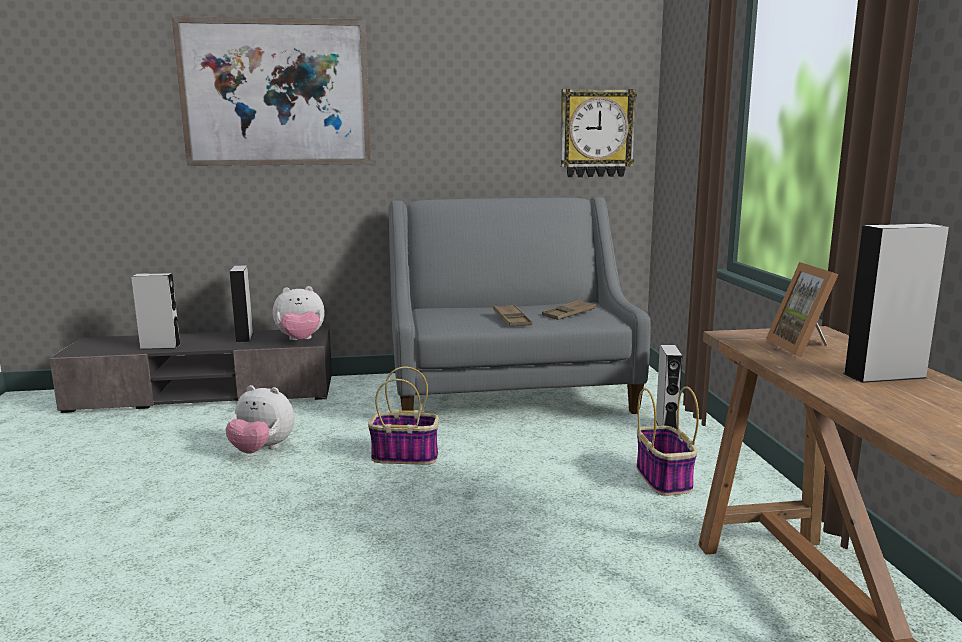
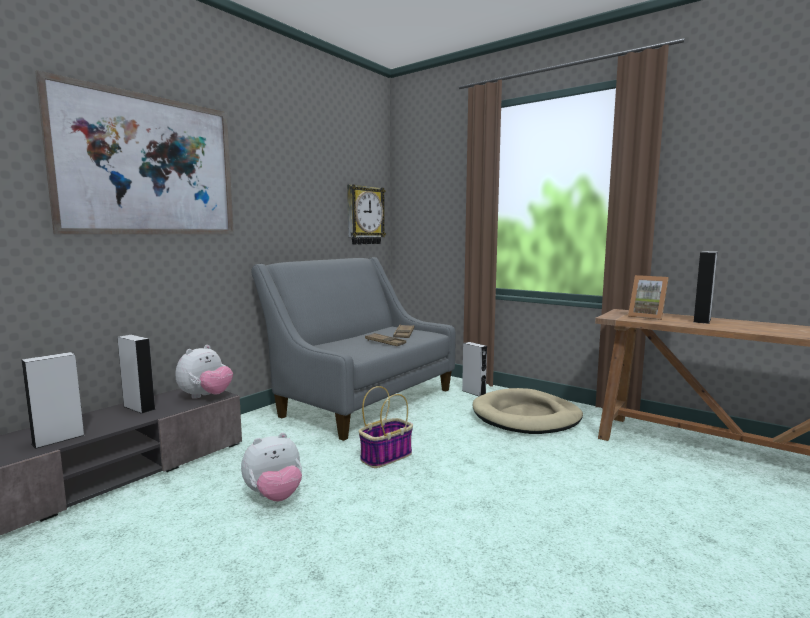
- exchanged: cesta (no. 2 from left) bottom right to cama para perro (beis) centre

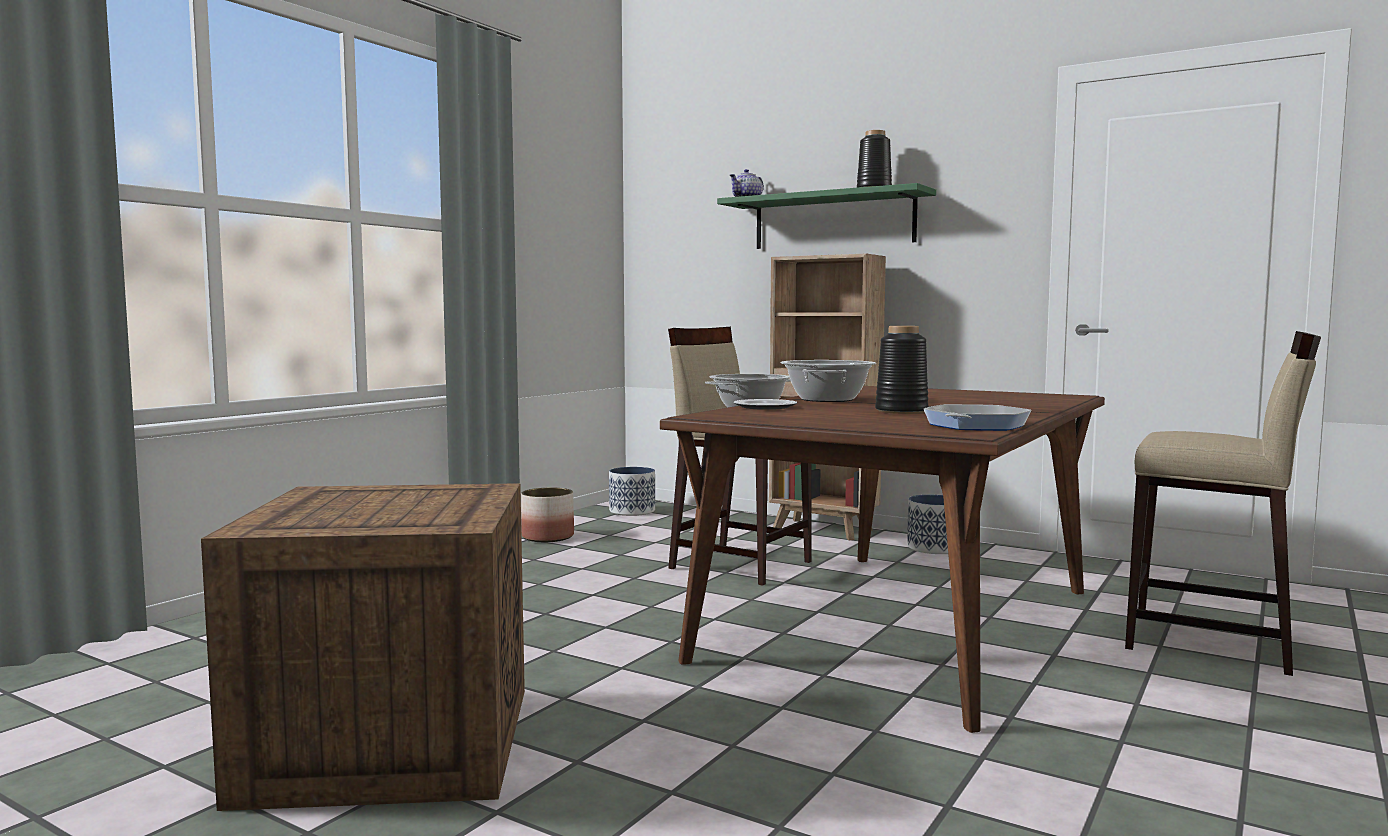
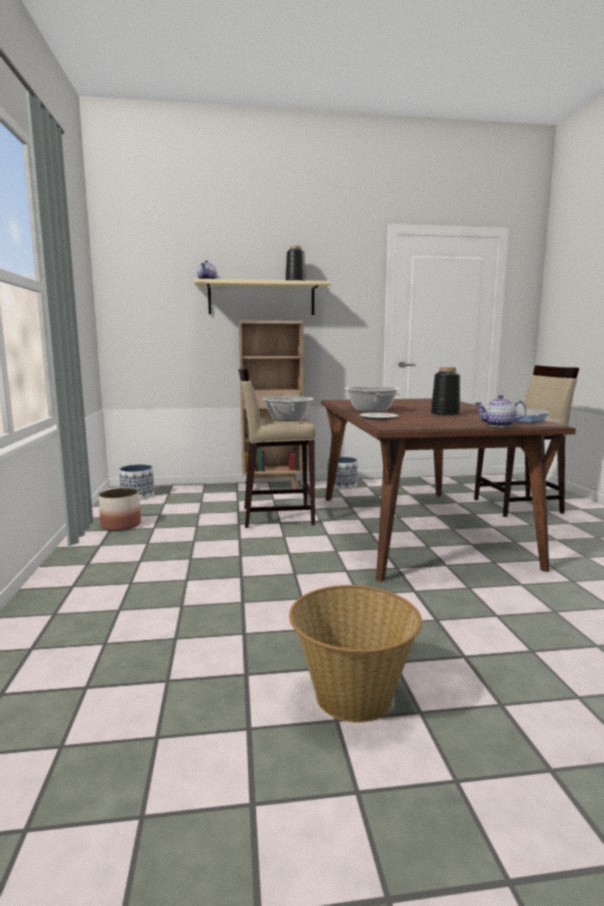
- colour: estante (verde) top centre to estante (beis) top centre
- exchanged: caja de embalaje bottom left to cesta bottom centre
- appeared: tetera (no. 2 from left) middle right

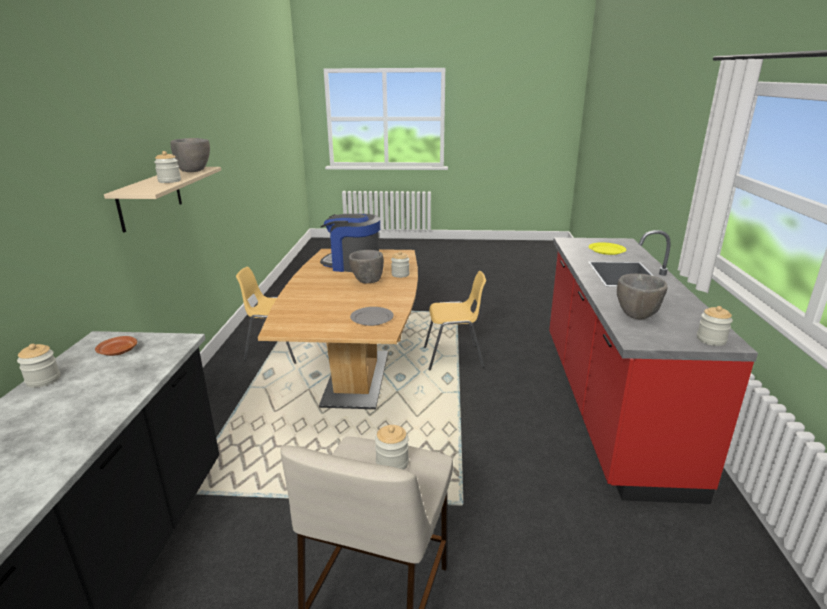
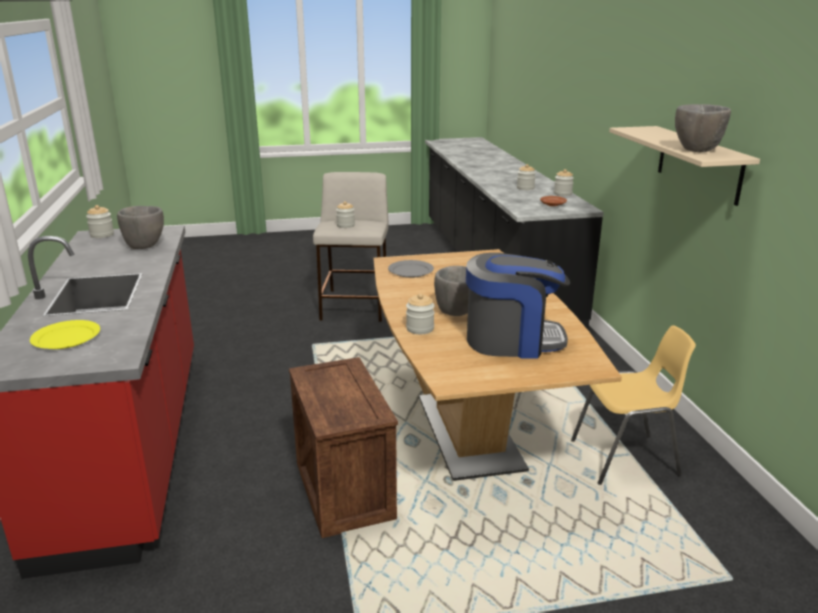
- exchanged: silla (amarillo) (no. 2 from left) centre to caja de embalaje bottom centre
- relocated: tarro (no. 2 from left in the first image) top left to tarro (no. 4 from left) top centre

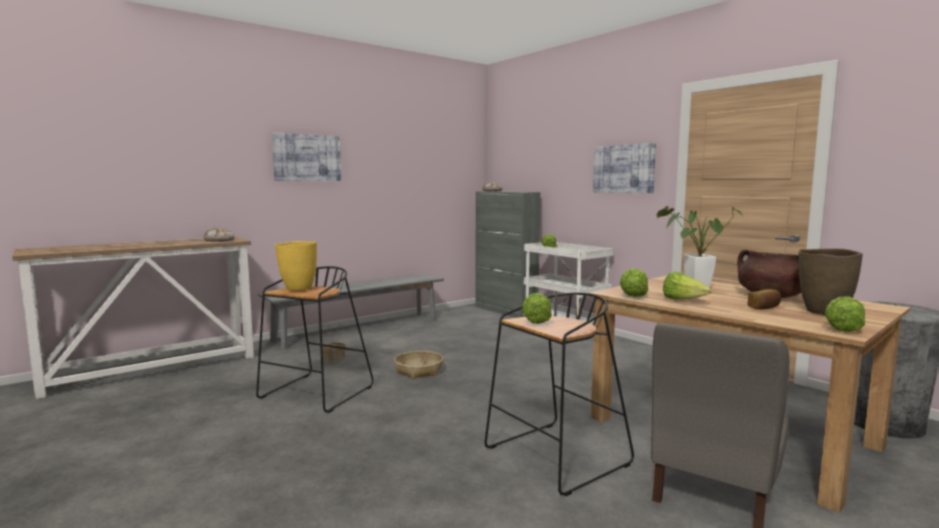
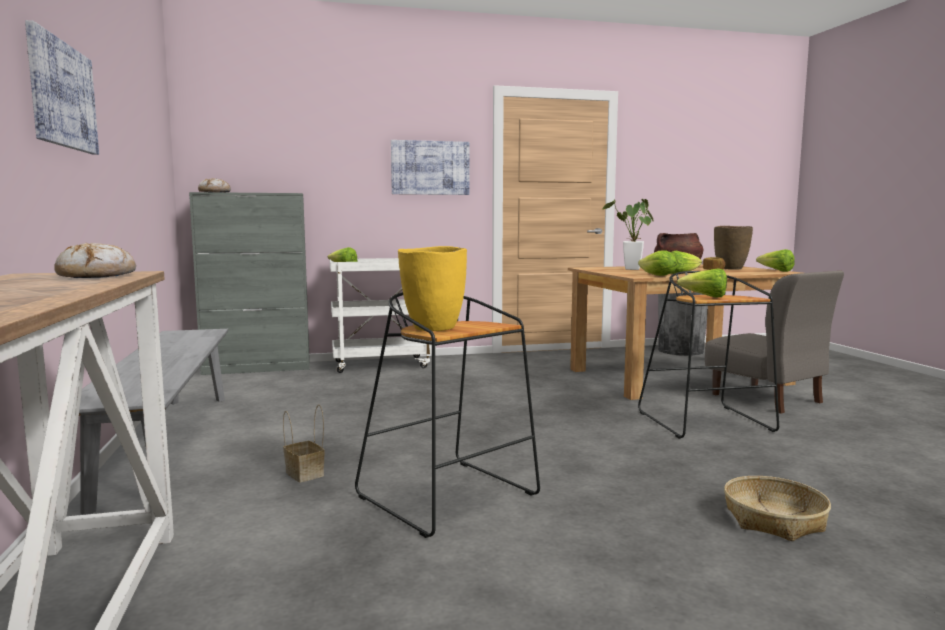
- relocated: cesta (no. 2 from left) bottom centre to bottom right

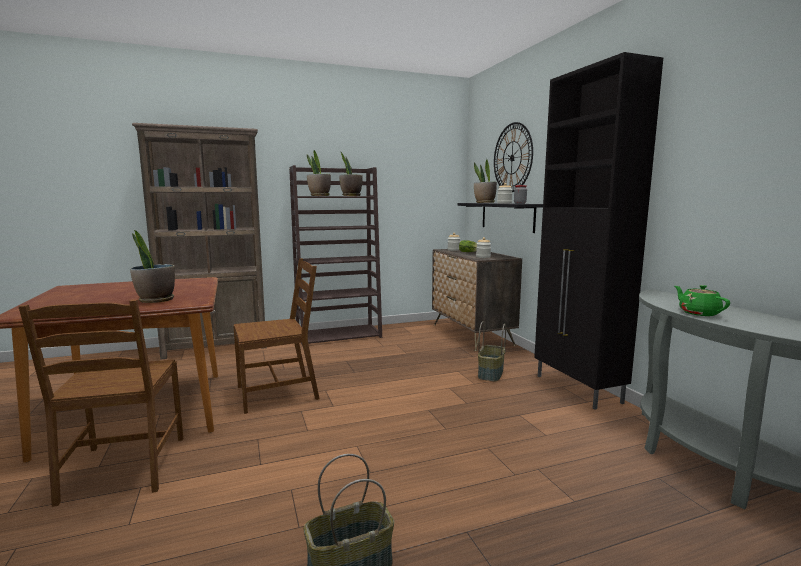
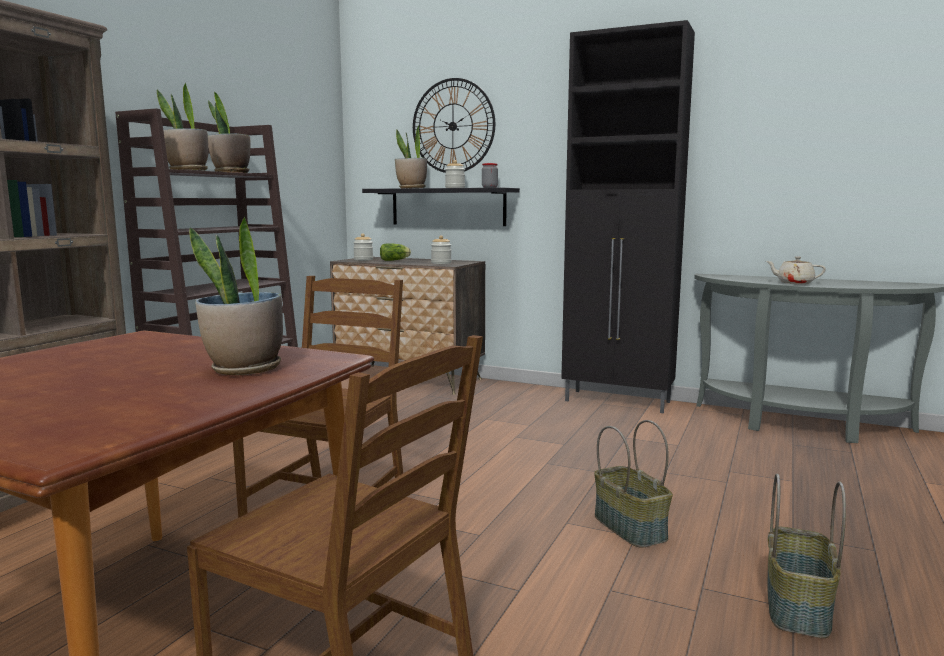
- relocated: cesta (no. 2 from left in the first image) centre to cesta (no. 1 from left) bottom right
- colour: tetera (verde) middle right to tetera (beis) middle right

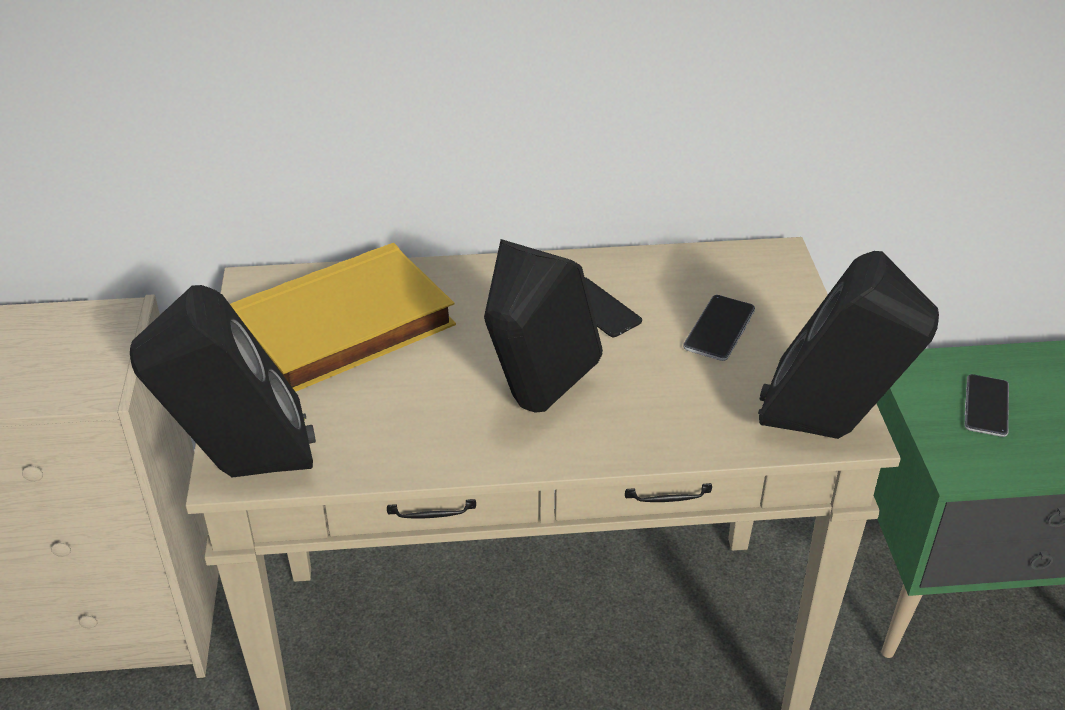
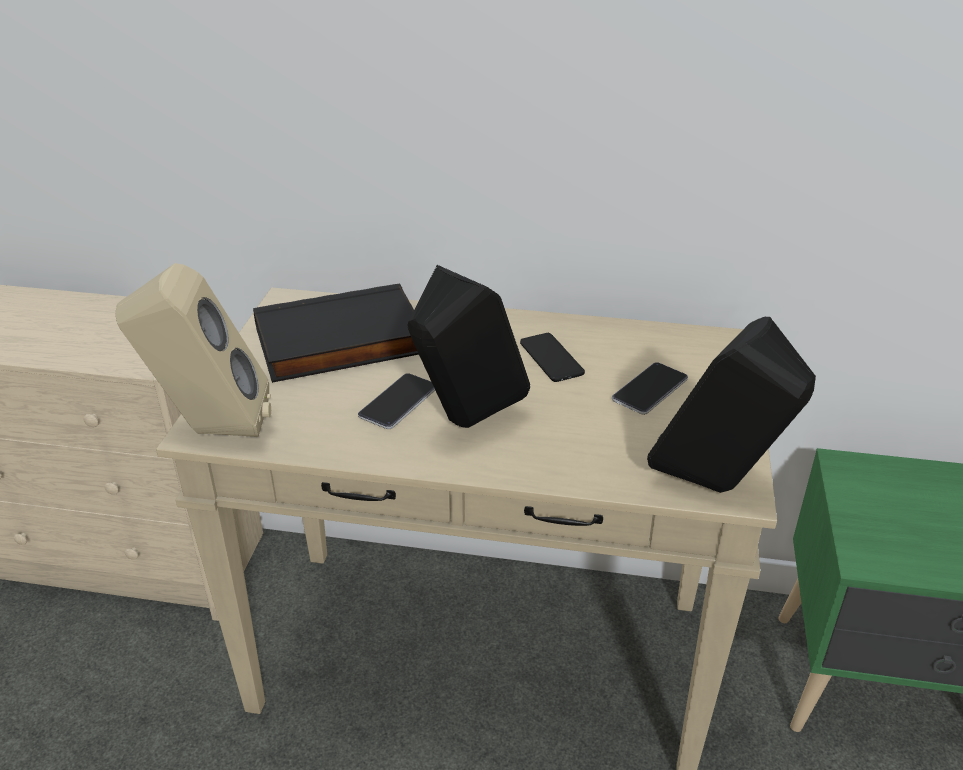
- colour: altavoz (negro) (no. 1 from left) middle left to altavoz (beis) middle left
- colour: libro (amarillo) middle left to libro (negro) centre
- relocated: móvil (no. 3 from left in the first image) middle right to móvil (no. 1 from left) centre

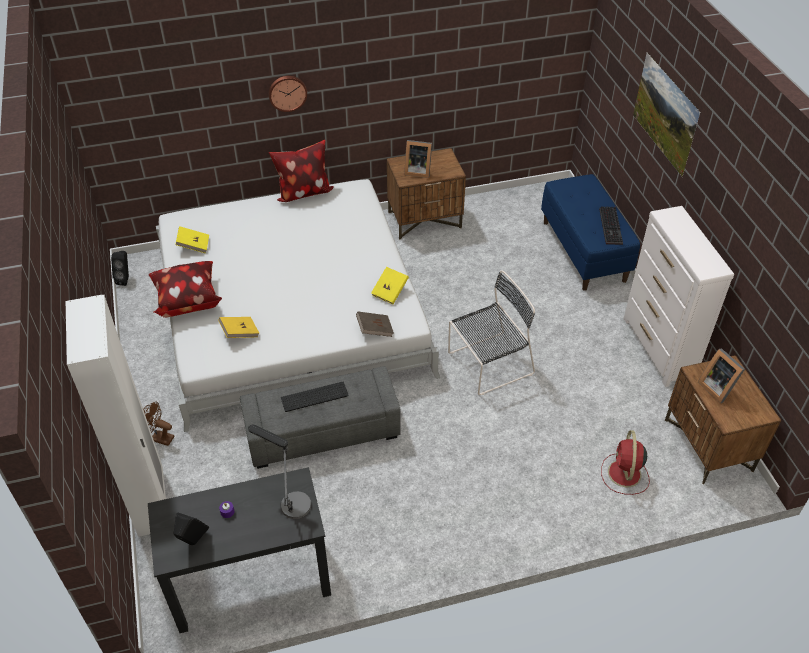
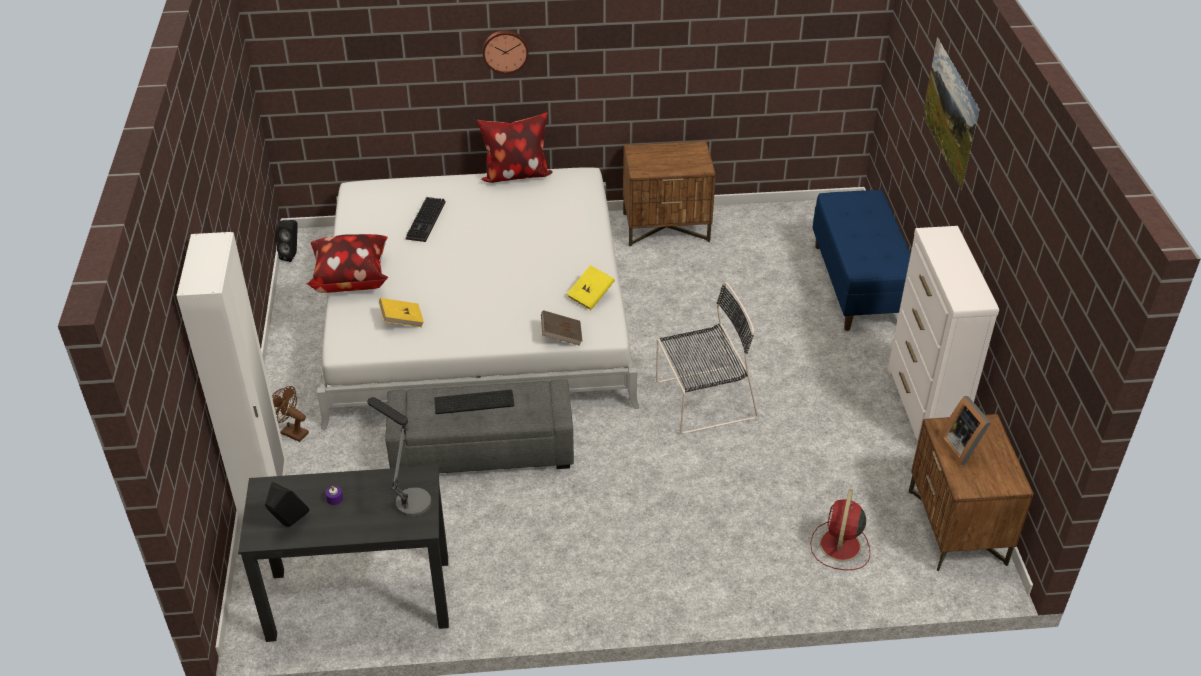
- relocated: teclado (no. 2 from left in the first image) middle right to teclado (no. 1 from left) top centre
- missing: libro (amarillo) (no. 1 from left) middle left
- missing: portarretratos (no. 1 from left) top centre

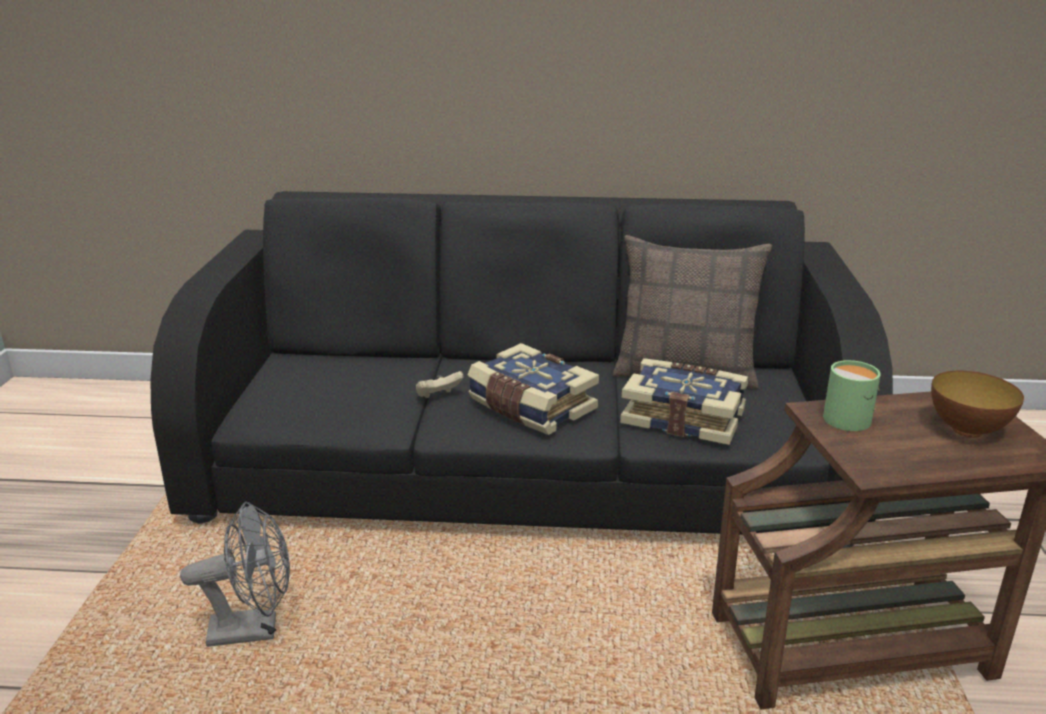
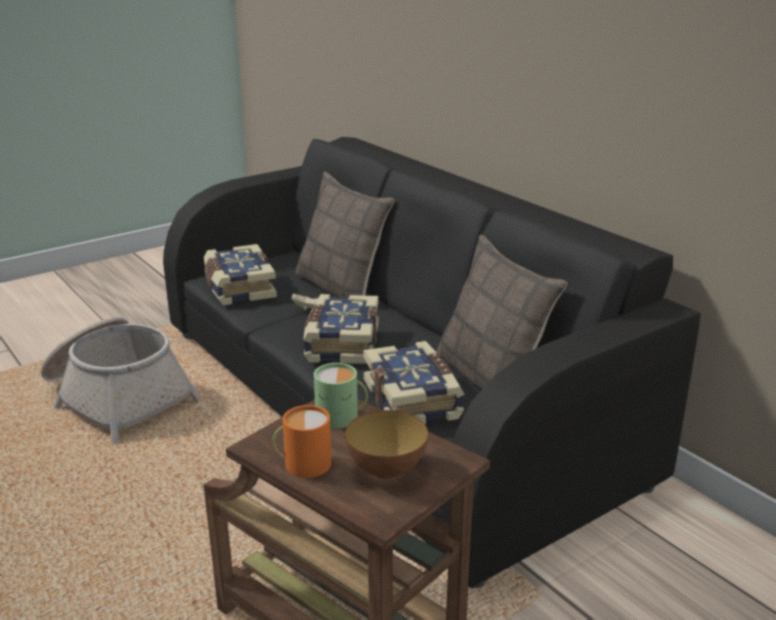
- exchanged: ventilador (gris) bottom left to cesta middle left
- appeared: libro (no. 1 from left) middle left
- appeared: taza grande (naranja) bottom centre
- appeared: cojín (no. 1 from left) centre

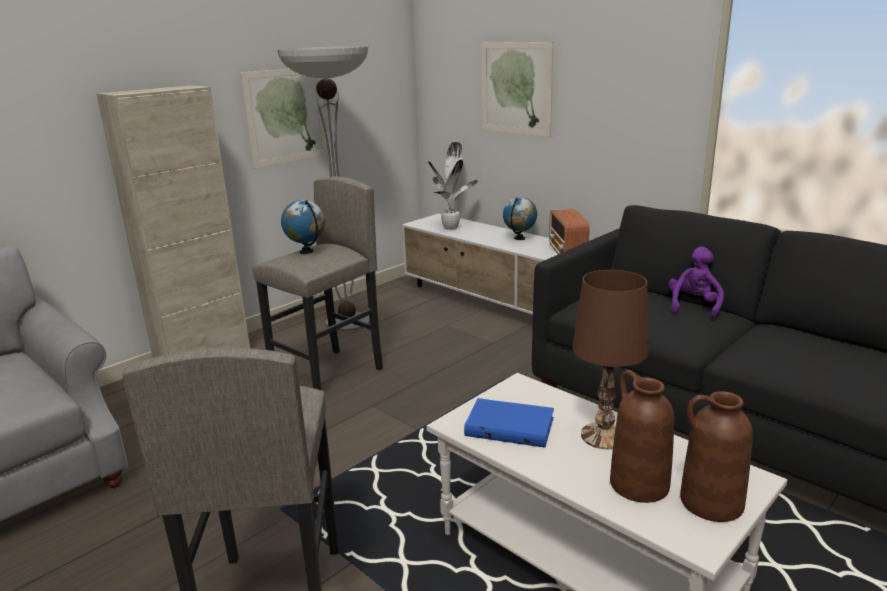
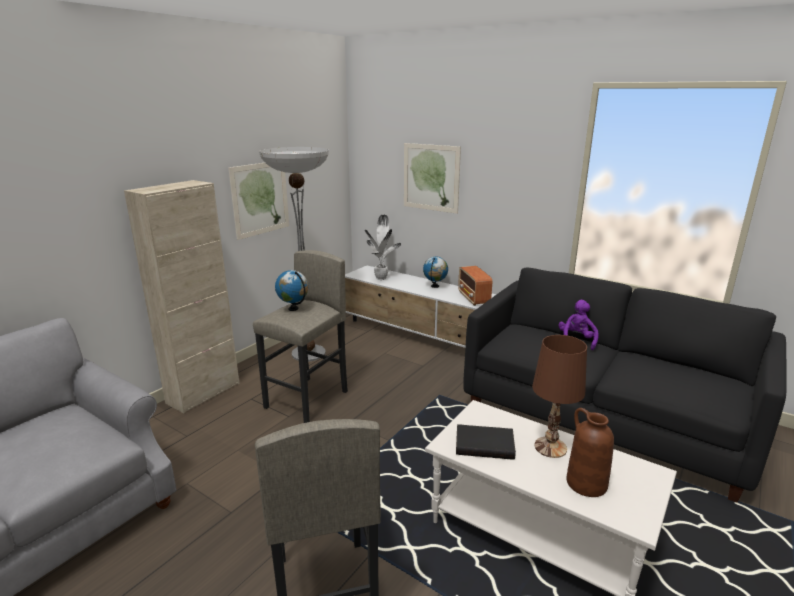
- colour: libro (azul) bottom centre to libro (negro) bottom centre
- missing: florero (marrón) (no. 2 from left) bottom right

